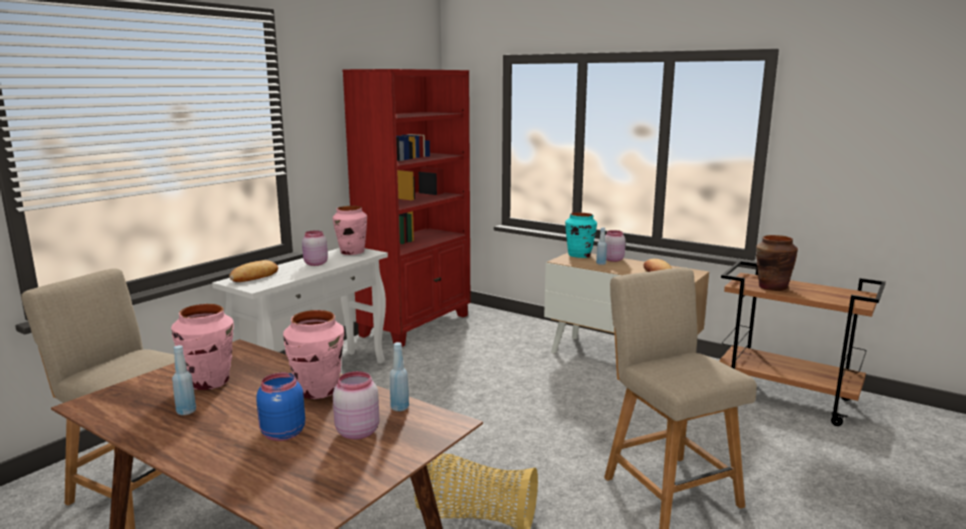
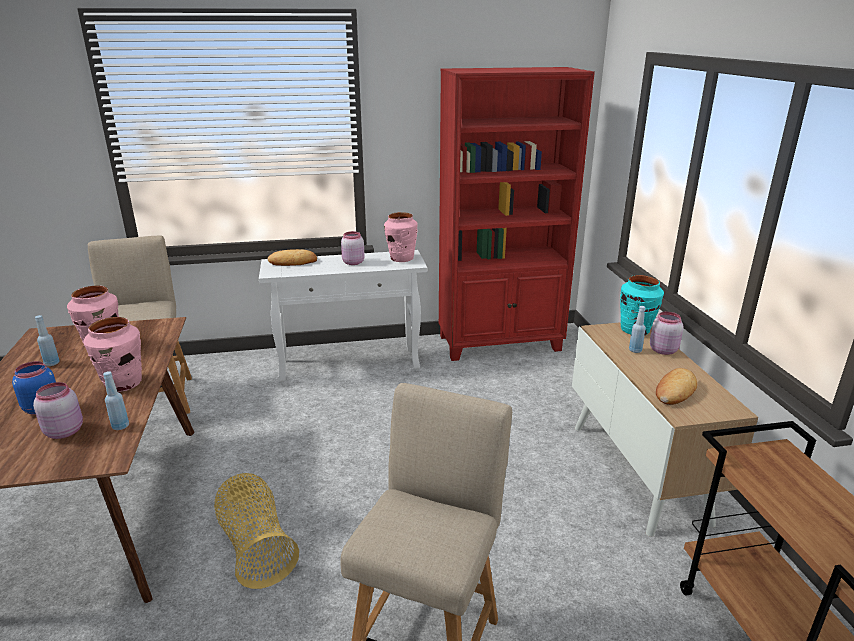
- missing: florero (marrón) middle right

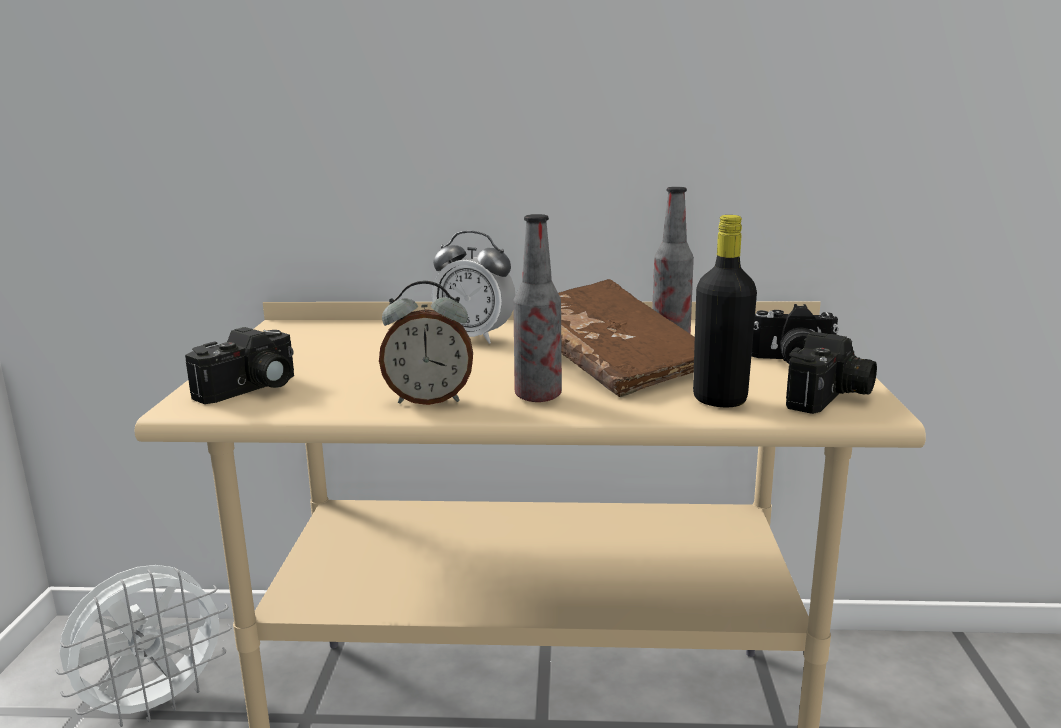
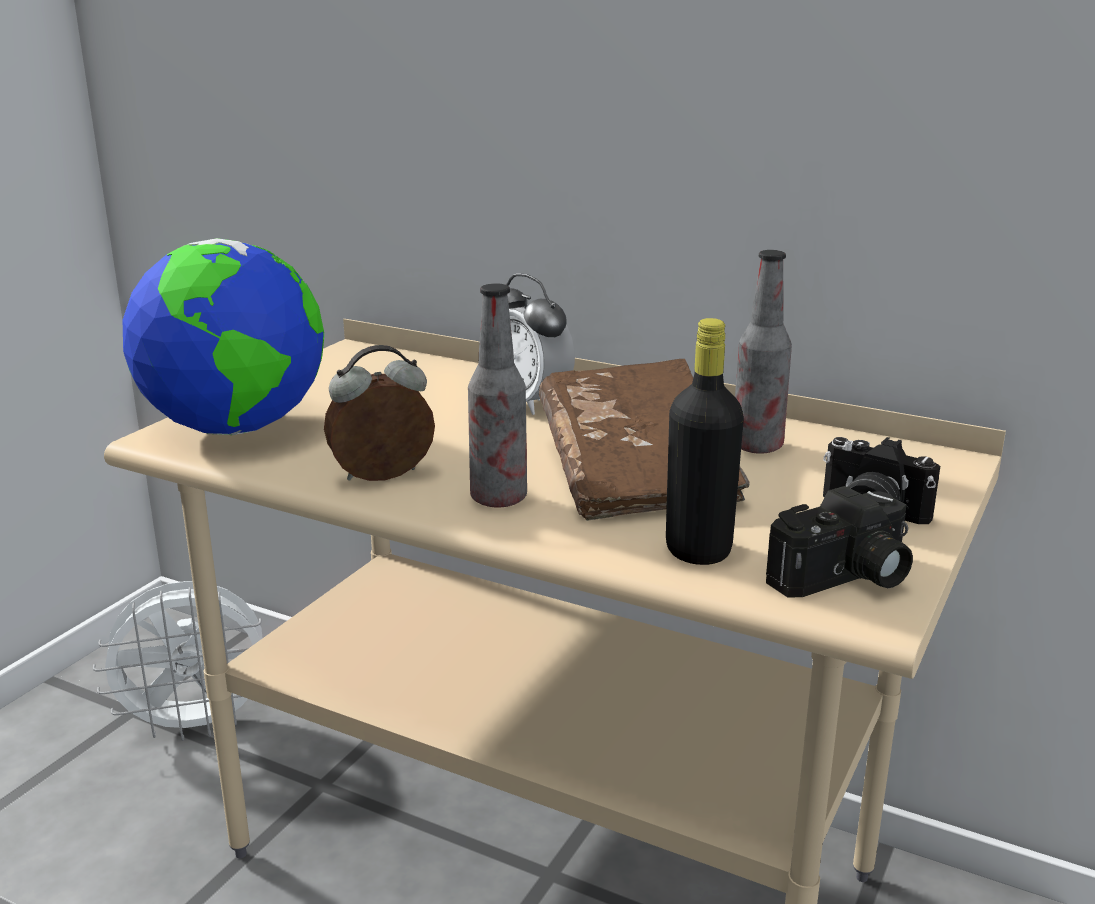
- exchanged: cámara (no. 1 from left) middle left to globo terráqueo middle left
- spun: despertador (no. 1 from left) centre = centre 135 degrees clockwise

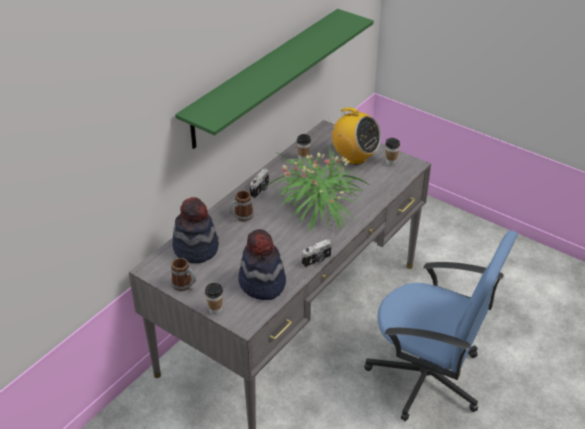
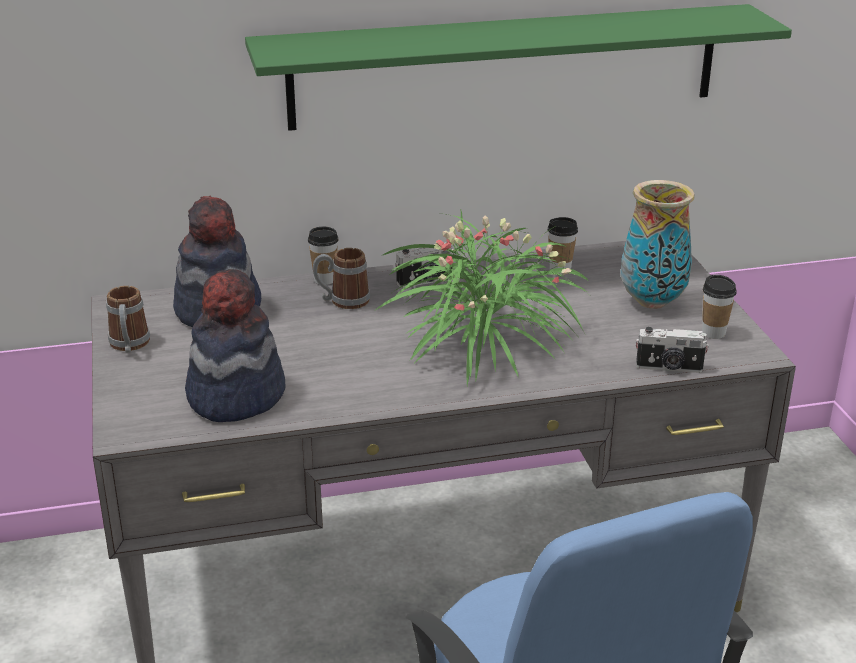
- relocated: taza (no. 1 from left) bottom centre to centre
- exchanged: radio top centre to florero middle right
- relocated: cámara (no. 2 from left) centre to middle right

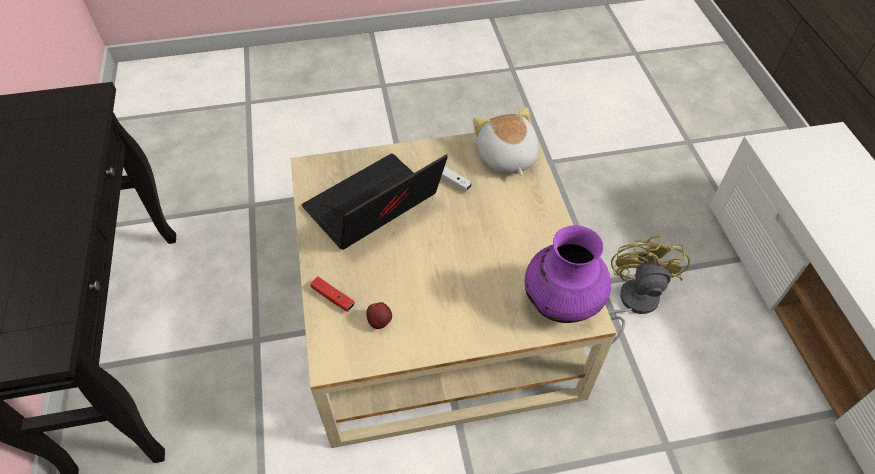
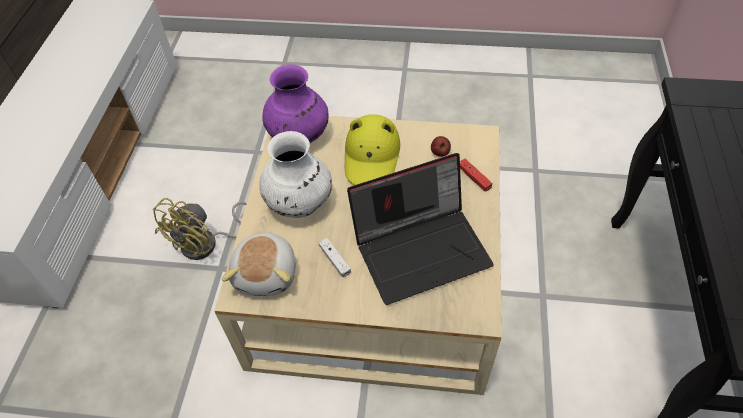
- appeared: florero (blanco) centre
- appeared: sombrero (amarillo) centre

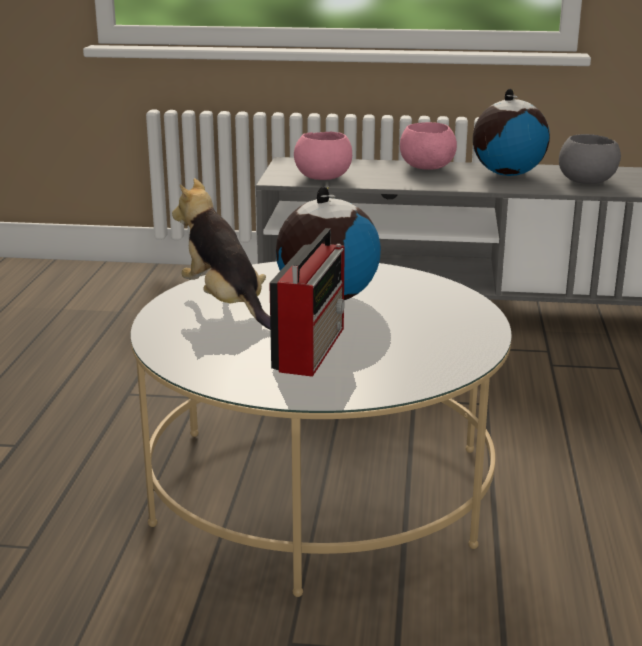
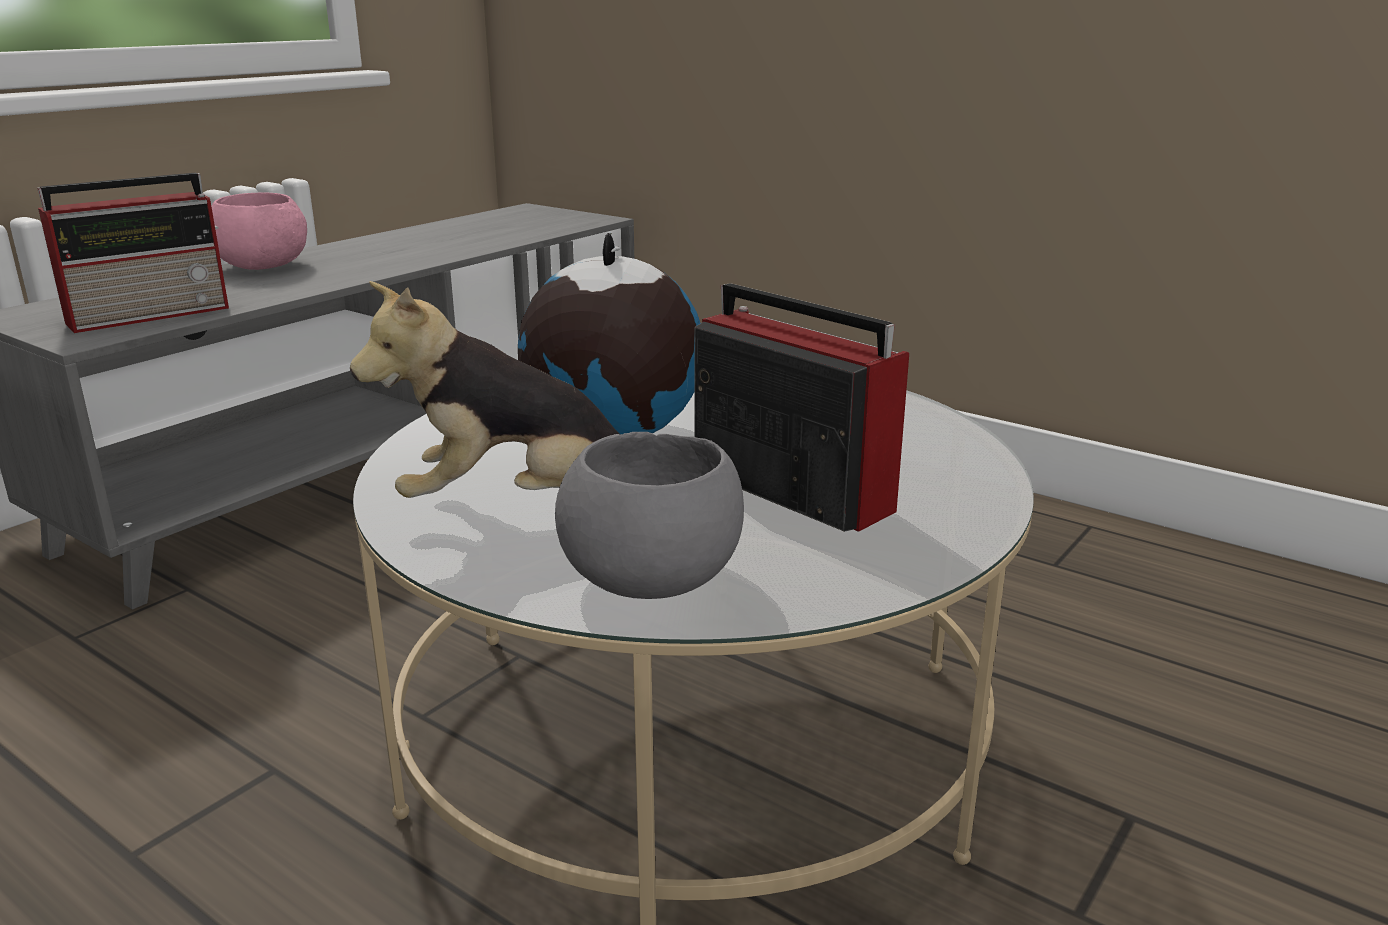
- exchanged: cuenco (rosa) (no. 1 from left) top centre to radio (no. 1 from left) top left
- relocated: cuenco (gris) top right to centre
- missing: globo terráqueo (no. 2 from left) top right

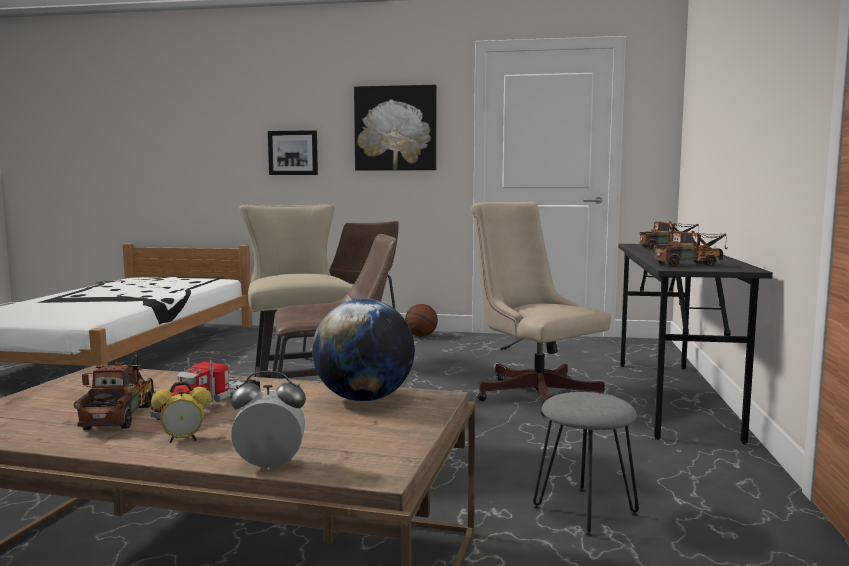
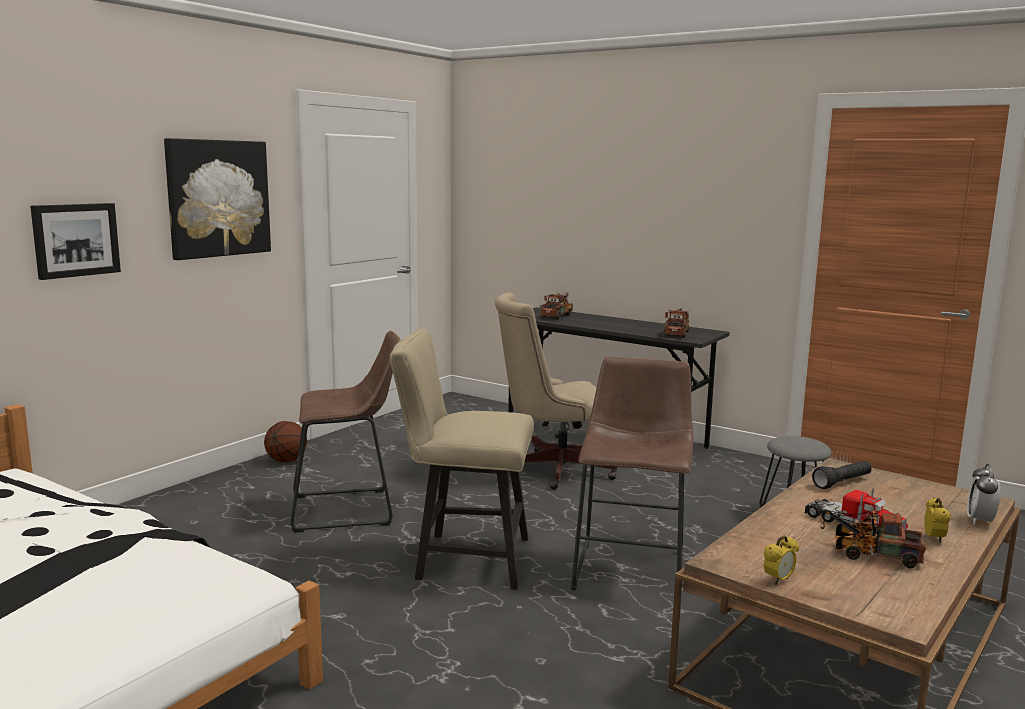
- appeared: despertador (no. 1 from left) bottom right
- exchanged: globo terráqueo centre to linterna (negro) bottom right

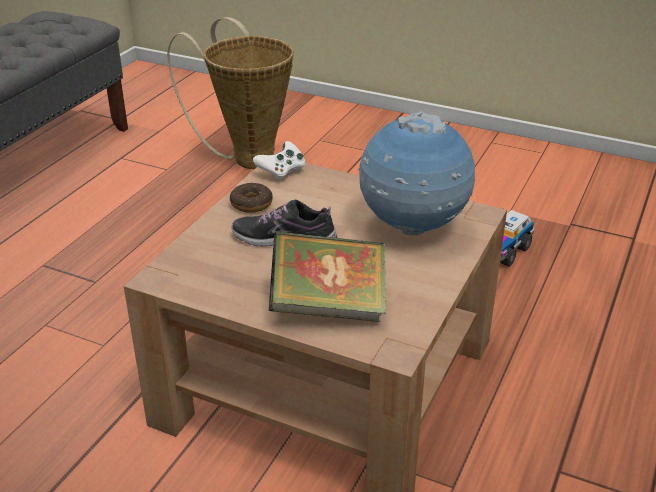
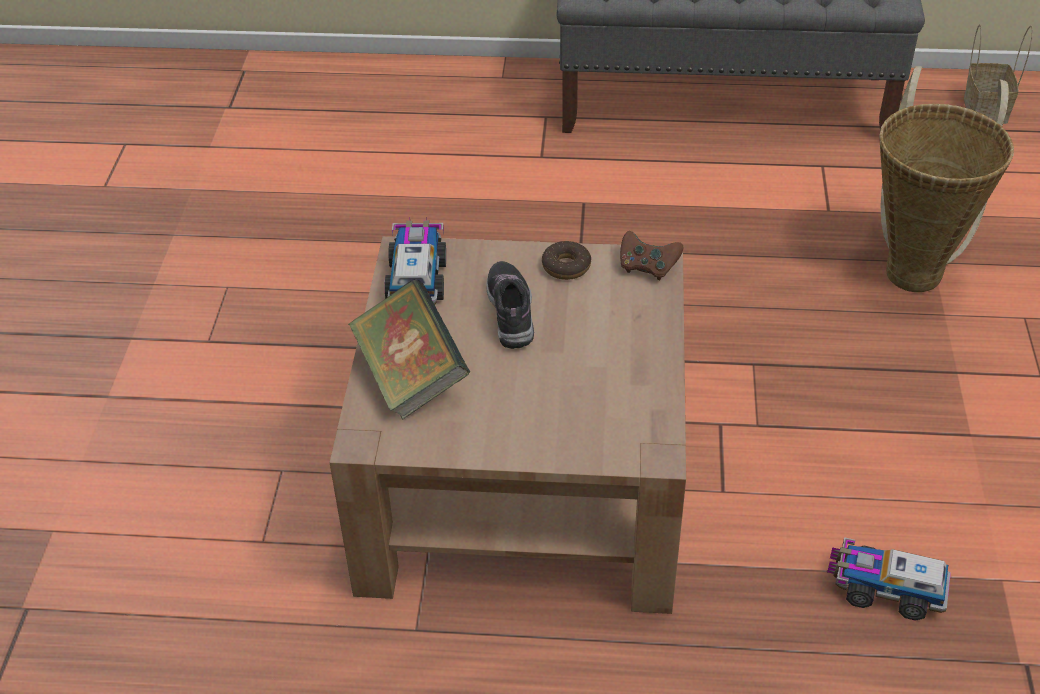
- appeared: camión de juguete (no. 1 from left) centre
- colour: mando de consola (blanco) top centre to mando de consola (marrón) centre
- appeared: cesta (no. 2 from left) top right
- missing: globo terráqueo centre

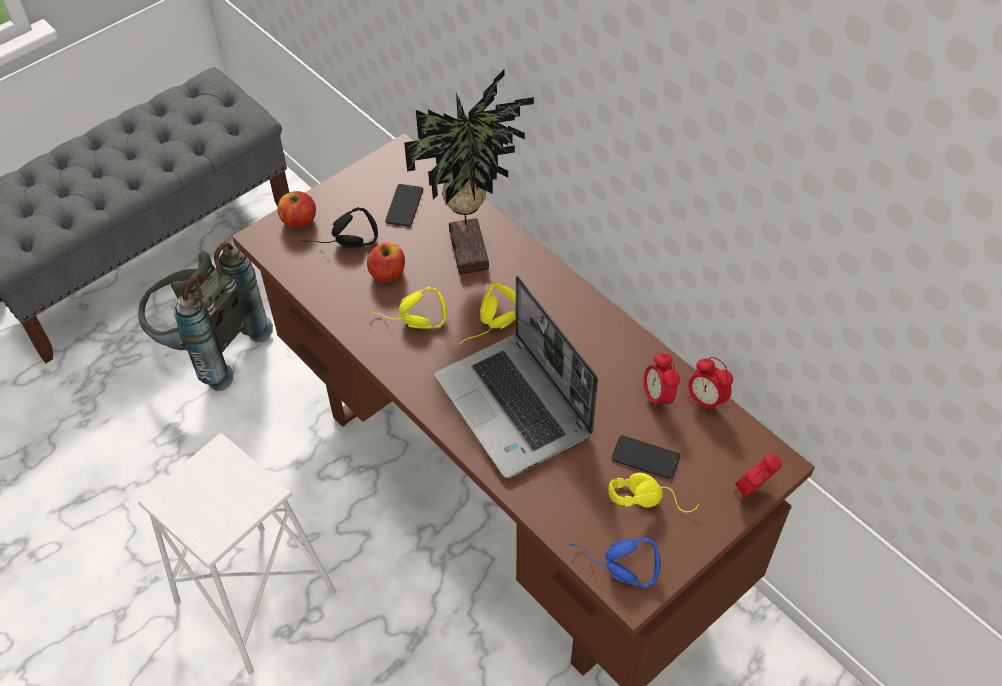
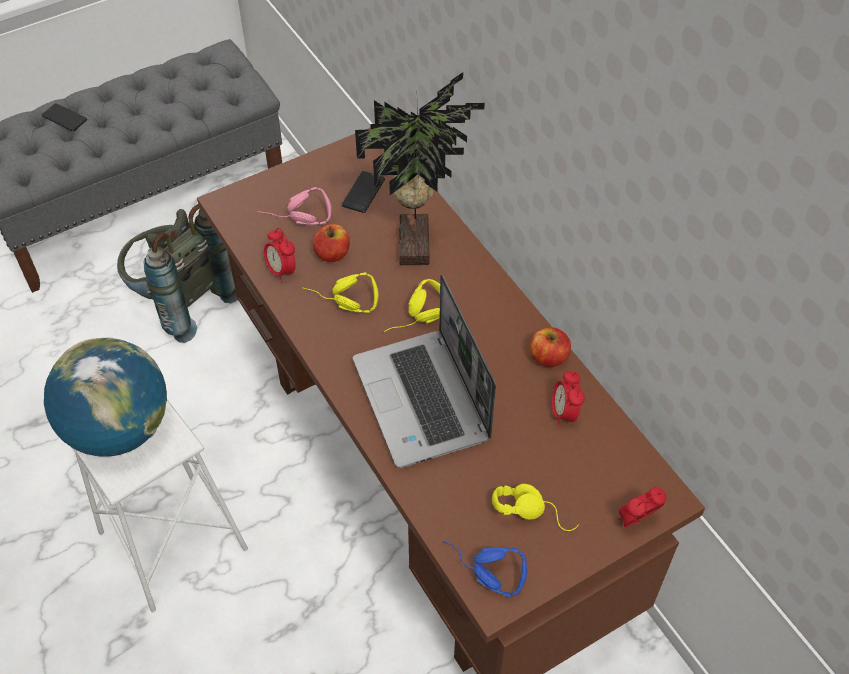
- relocated: móvil (no. 2 from left in the first image) centre to móvil (no. 1 from left) top left
- appeared: globo terráqueo middle left
- colour: auriculares (negro) top centre to auriculares (rosa) top centre
- relocated: despertador (no. 2 from left in the first image) middle right to despertador (no. 1 from left) middle left
- relocated: manzana (no. 1 from left in the first image) top left to manzana (no. 2 from left) centre

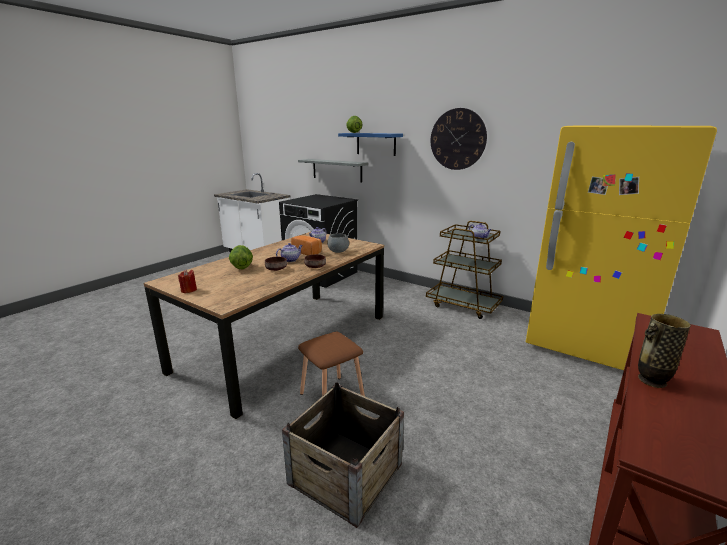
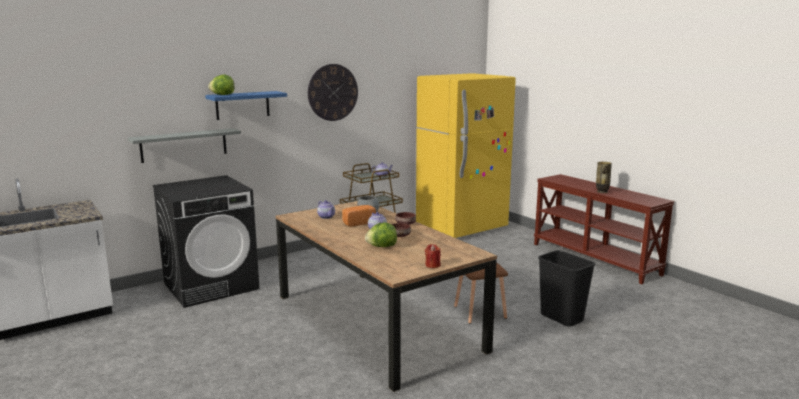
- exchanged: caja de embalaje bottom centre to papelera (negro) bottom right

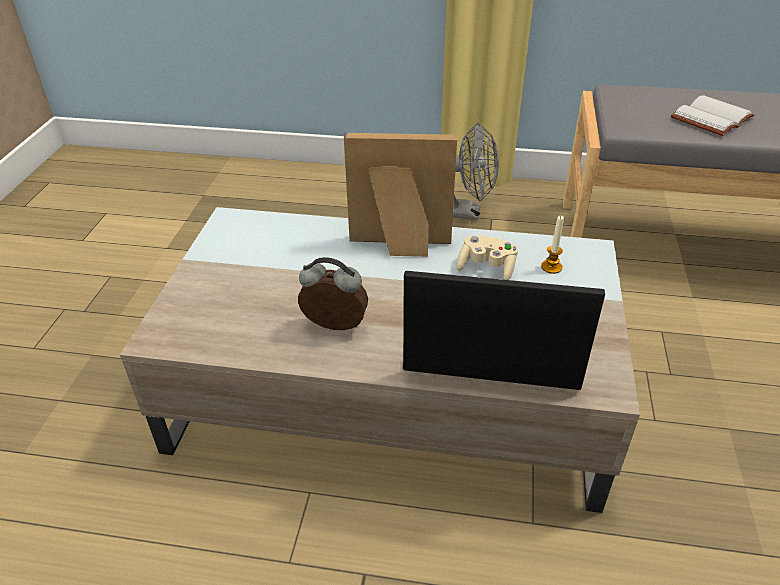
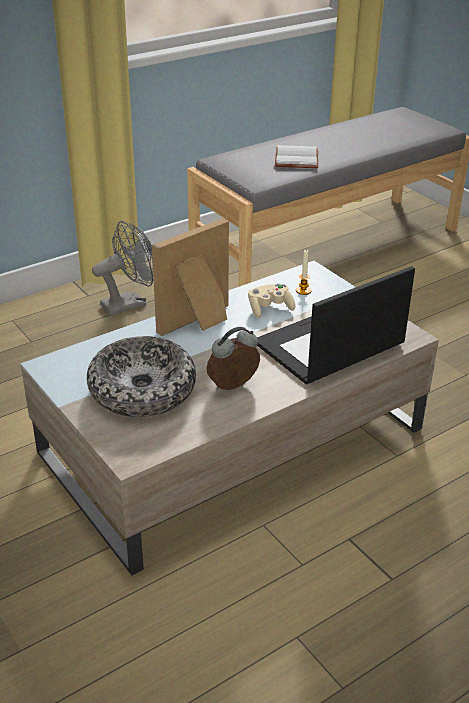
- appeared: cuenco middle left

